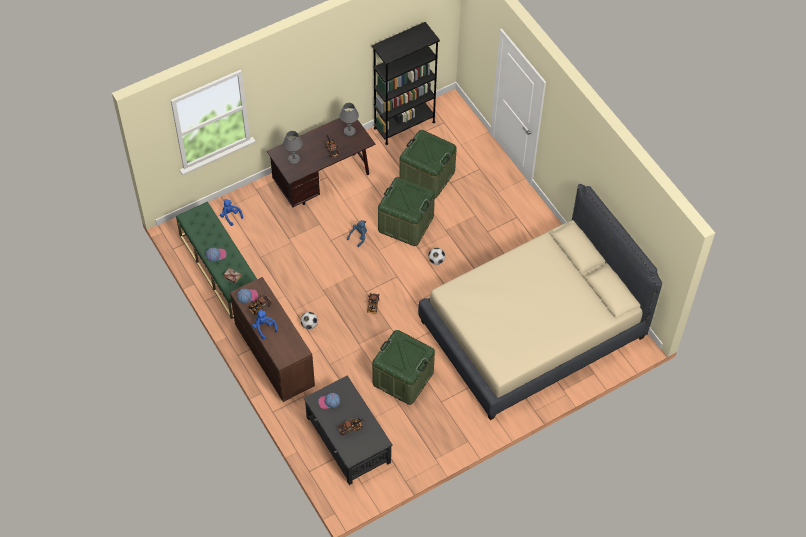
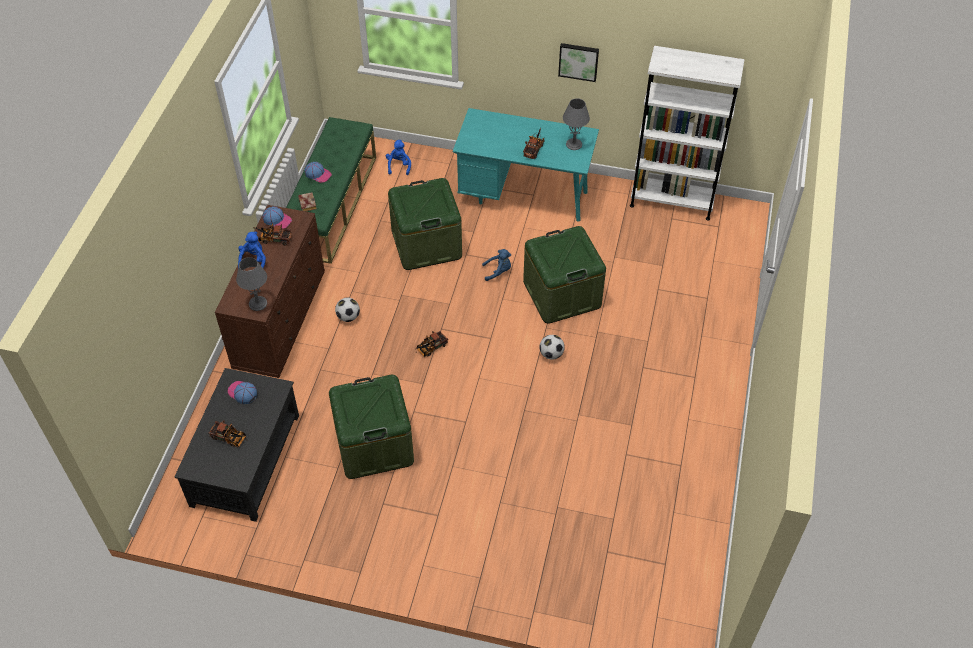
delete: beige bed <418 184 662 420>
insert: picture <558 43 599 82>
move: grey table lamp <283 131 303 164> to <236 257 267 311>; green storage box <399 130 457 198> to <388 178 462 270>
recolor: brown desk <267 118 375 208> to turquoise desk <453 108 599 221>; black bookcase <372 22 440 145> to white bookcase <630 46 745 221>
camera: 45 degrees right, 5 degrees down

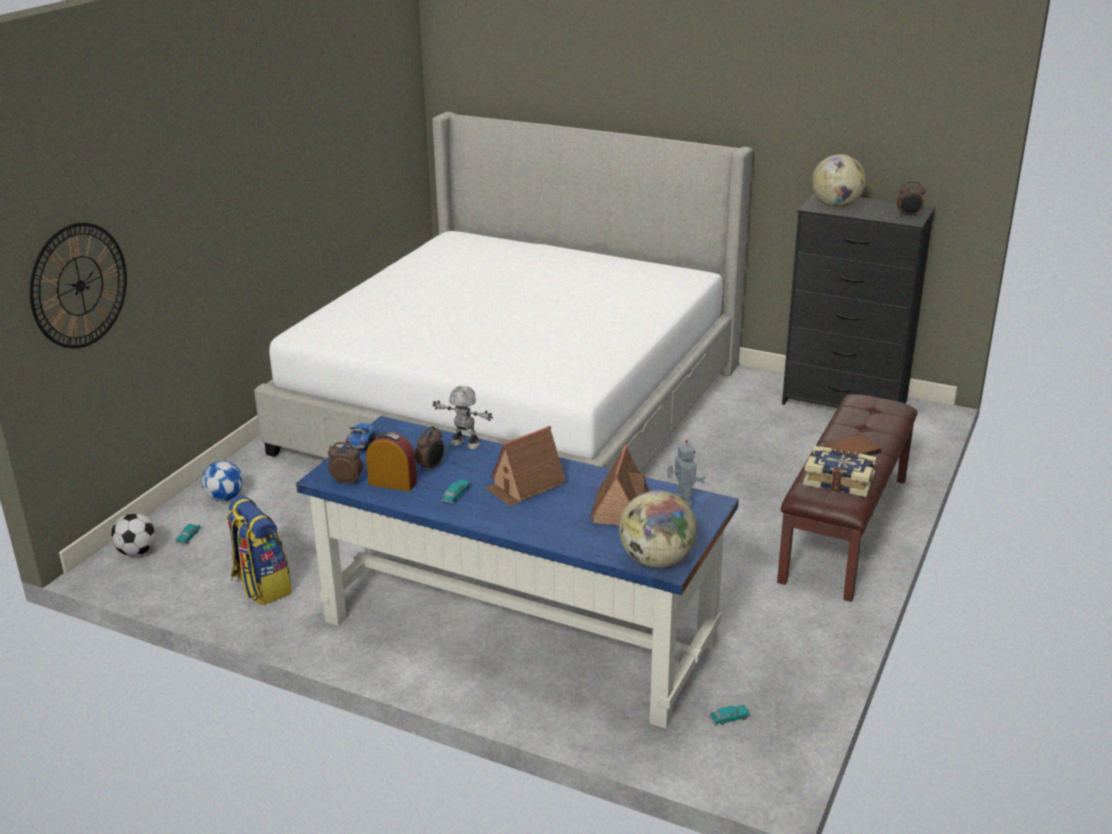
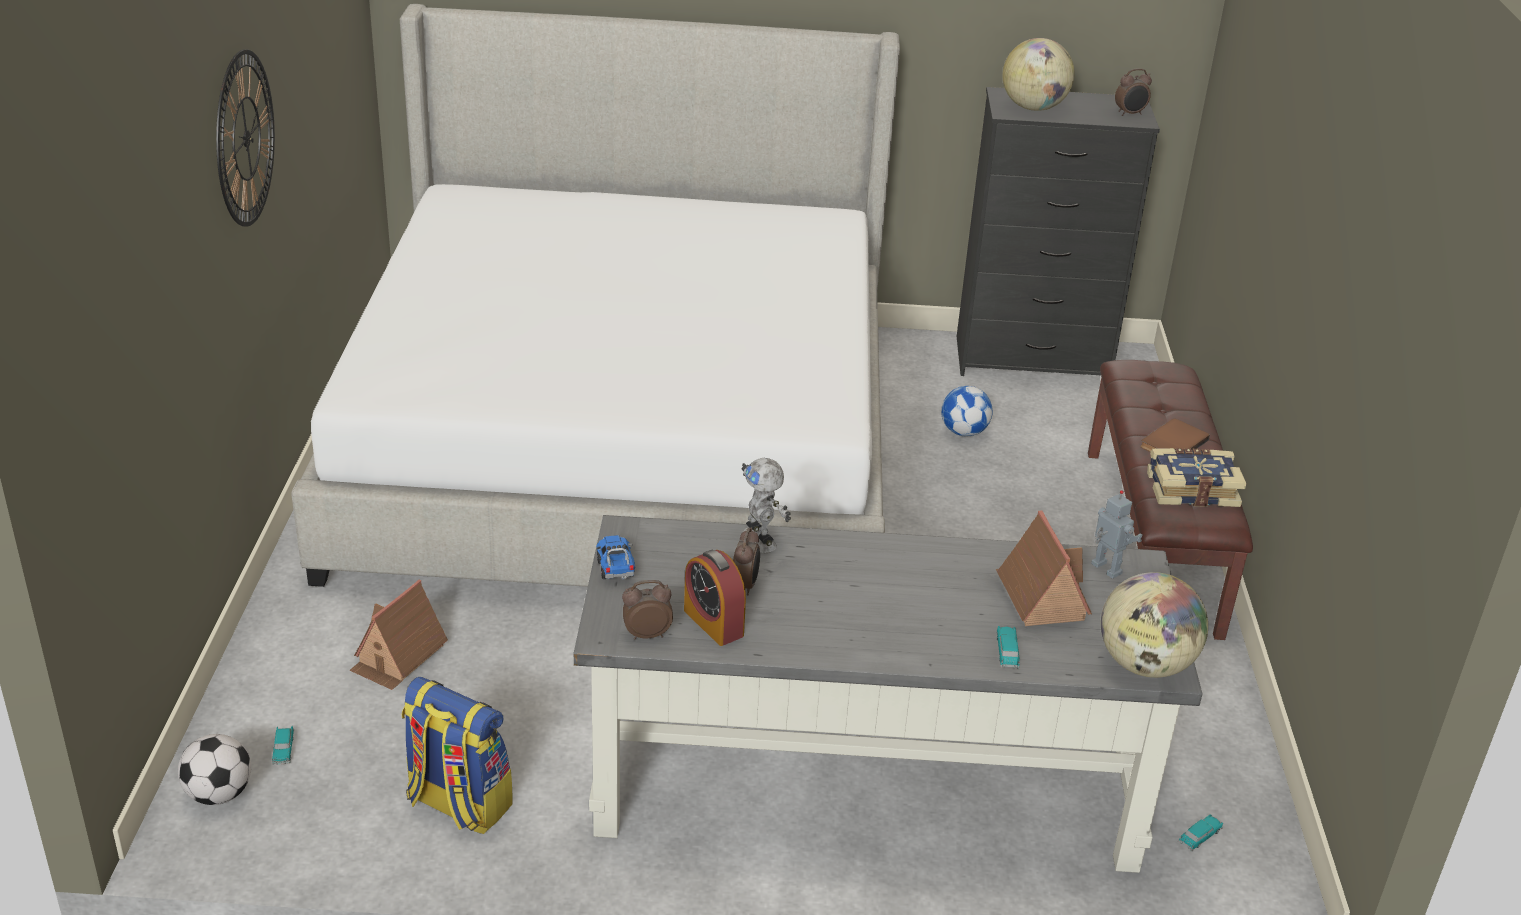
move: wall clock <30 223 127 349> to <216 49 275 227>; toy house <485 426 566 506> to <349 580 448 690>; football <201 461 243 501> to <941 386 993 436>; toy car <441 479 471 504> to <996 626 1020 669>
recolor: blue desk <296 416 739 729> to grey desk <574 515 1202 873>
rotate: alarm clock <366 432 417 492> = <684 550 746 646> 120 degrees counterclockwise; toy robot <433 386 493 450> = <742 458 791 553> 120 degrees counterclockwise
camera: 25 degrees left, 5 degrees up

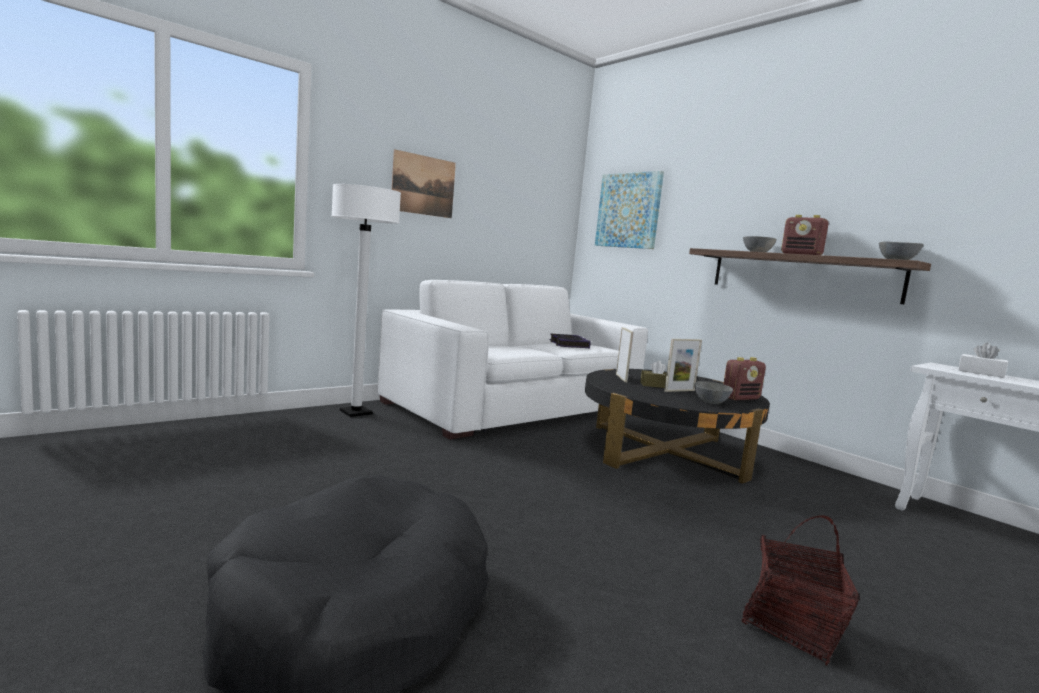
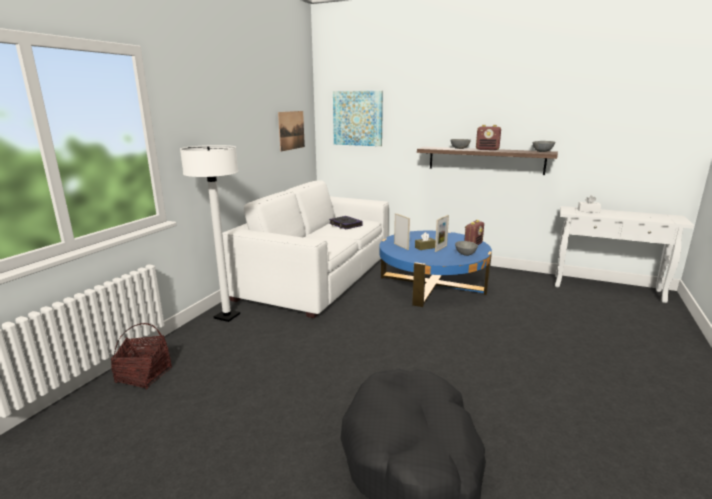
move: basket <742 515 860 665> to <111 323 172 389>; picture <392 149 456 218> to <278 111 305 152>
recolor: black coffee table <585 369 770 484> to blue coffee table <379 231 492 307>
camera: 25 degrees left, 10 degrees up

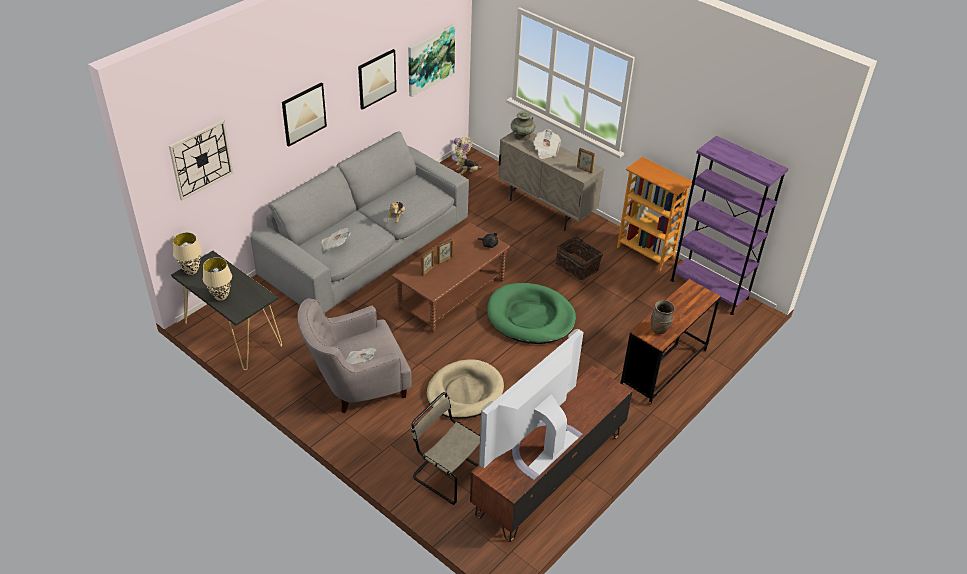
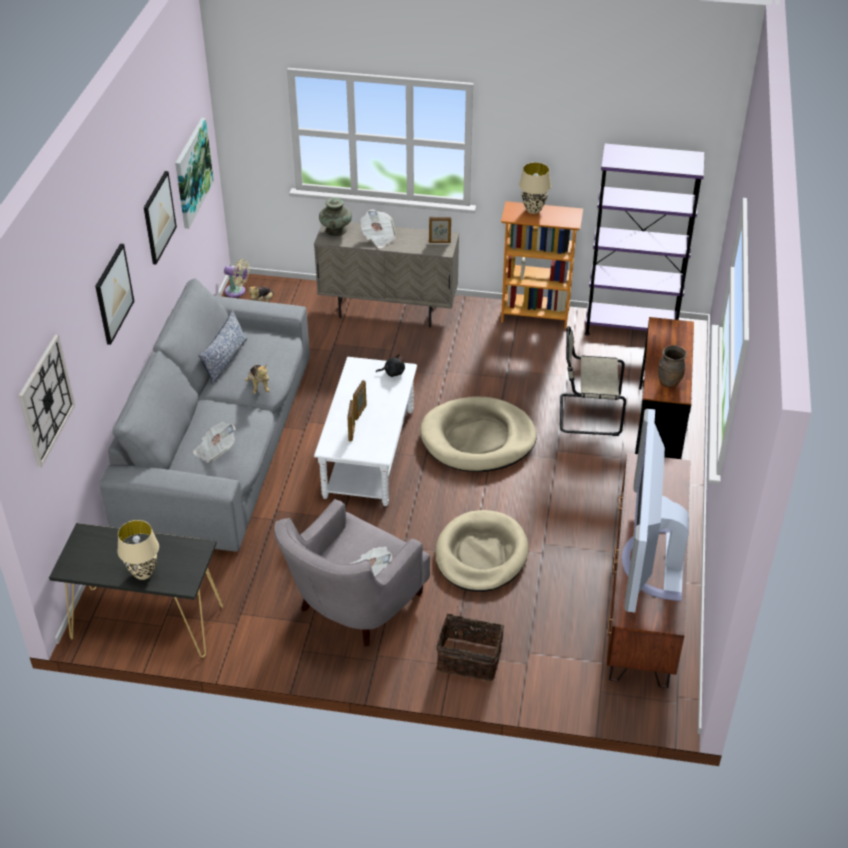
insert: pillow <199 310 248 386>
move: basket <555 236 603 280> to <436 606 504 681>; beige table lamp <173 232 202 275> to <519 162 551 214>; beige chair <411 392 480 505> to <560 326 626 436>
recolor: brown coffee table <392 223 510 332> to white coffee table <314 357 417 506>; green dog bed <487 283 576 344> to beige dog bed <420 396 537 472>
camera: 30 degrees left, 0 degrees up

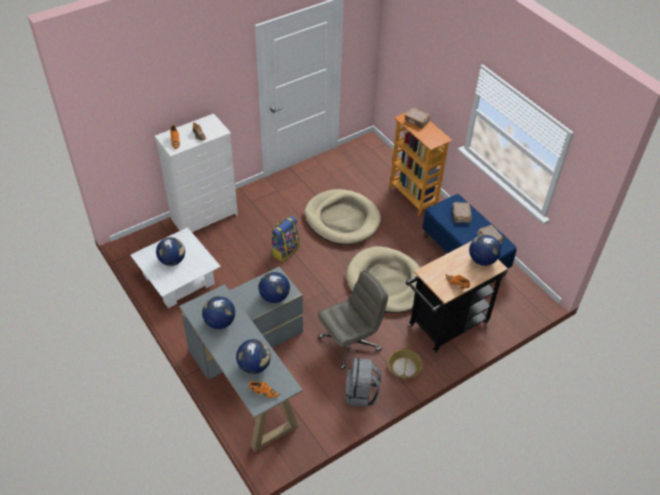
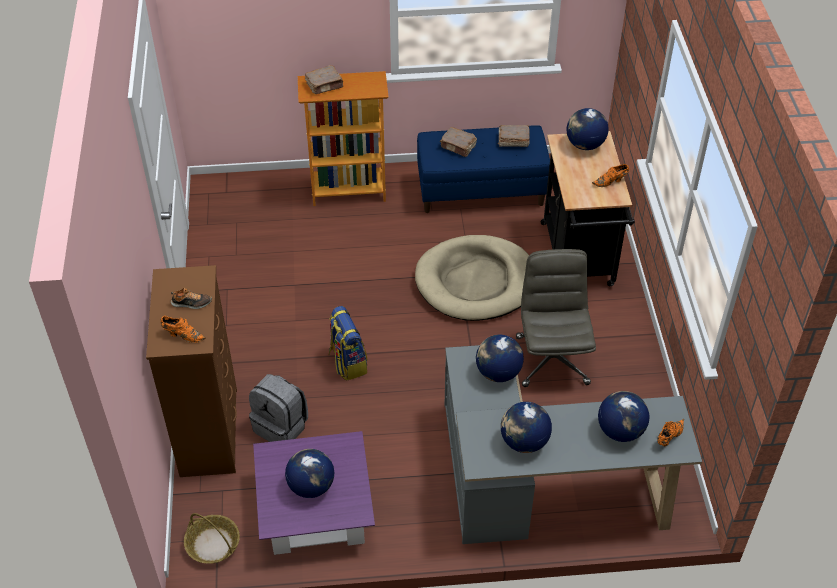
delete: beige dog bed <304 189 381 245>
move: basket <388 344 423 379> to <184 513 240 564>; grey backpack <346 358 381 407> to <249 374 308 442>
recolor: white dresser <155 114 238 232> to brown dresser <146 265 237 477>; white coffee table <130 227 221 308> to purple coffee table <253 431 375 555>
camera: 60 degrees left, 0 degrees up

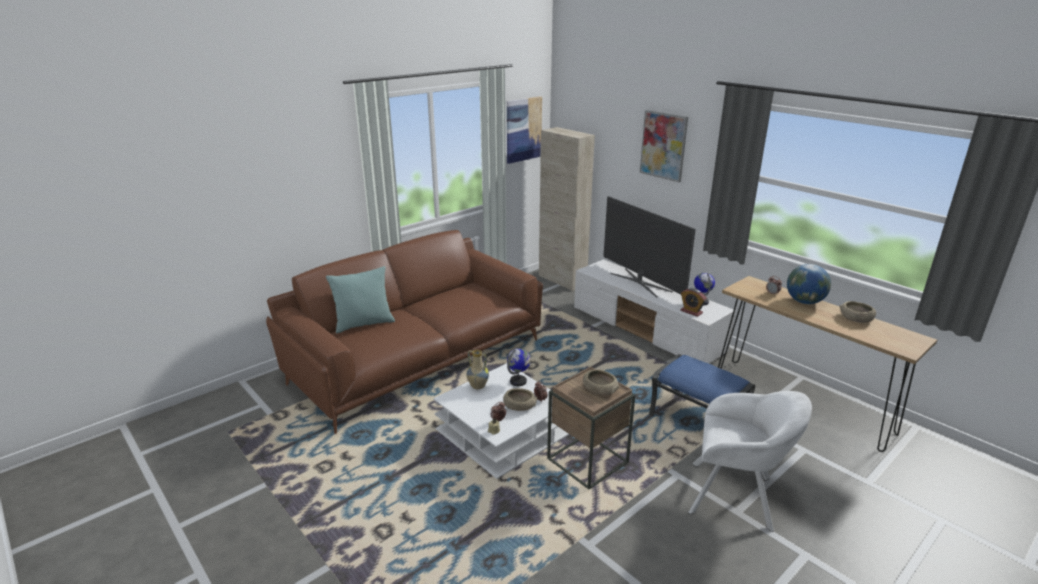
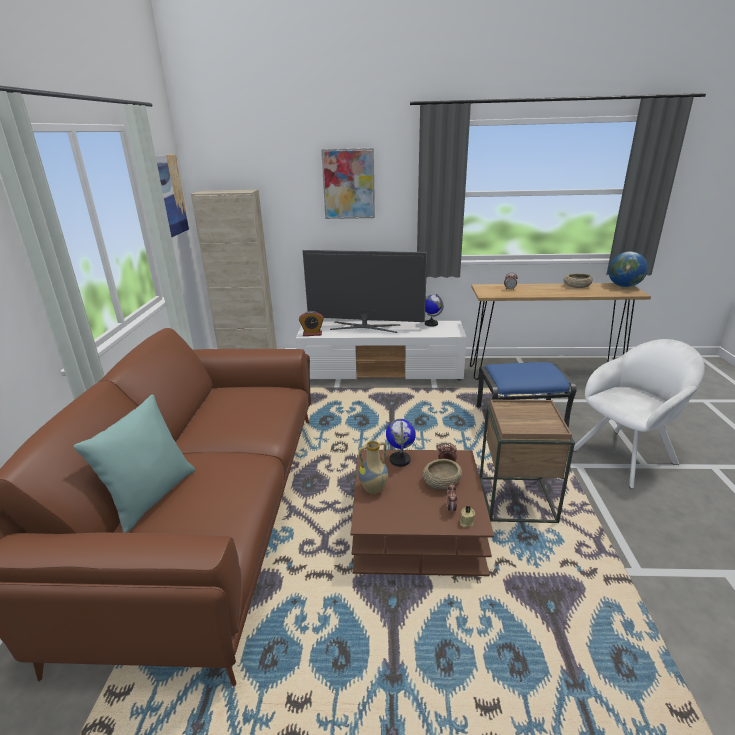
delete: beige bowl <583 369 619 395>
move: alarm clock <681 288 707 317> to <299 311 324 336>; globe <787 264 831 304> to <608 251 648 287>
recolor: white coffee table <433 363 569 479> to brown coffee table <351 450 494 576>
camera: 45 degrees left, 0 degrees up

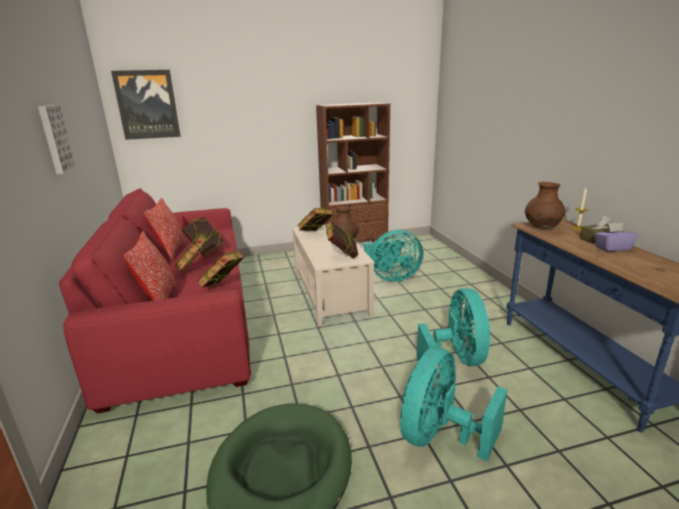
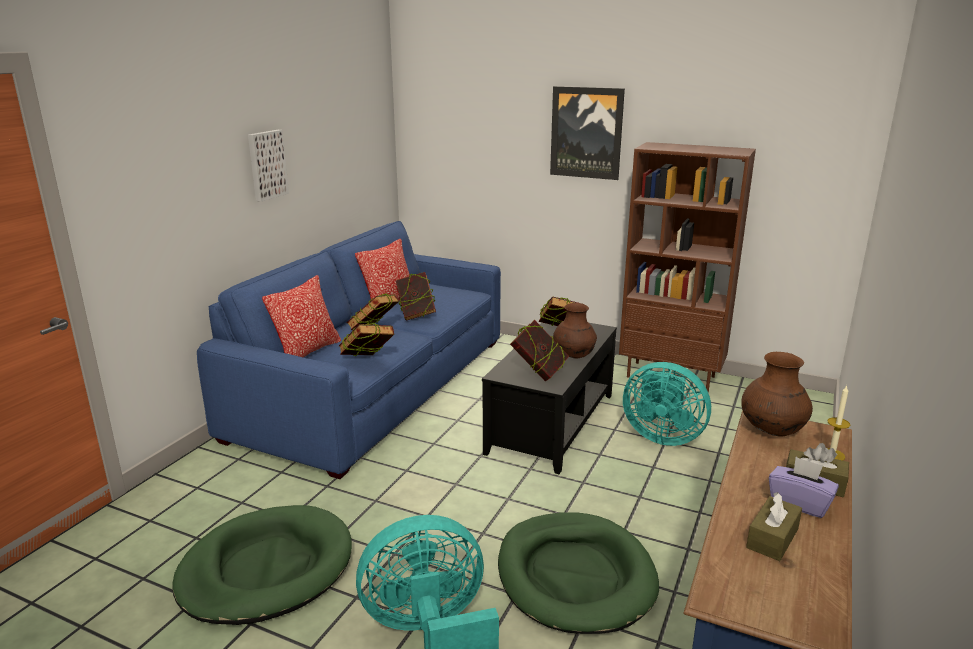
insert: brown tissue box <746 492 802 561>
move: picture <111 70 181 140> to <550 86 625 180>
replace: turquoise fan <417 288 490 366> to green dog bed <498 512 659 634>
recolor: red sofa <59 188 251 413> to blue sofa <197 221 501 479>; beige coffee table <292 224 374 326> to black coffee table <482 323 617 474>
camera: 40 degrees right, 0 degrees up

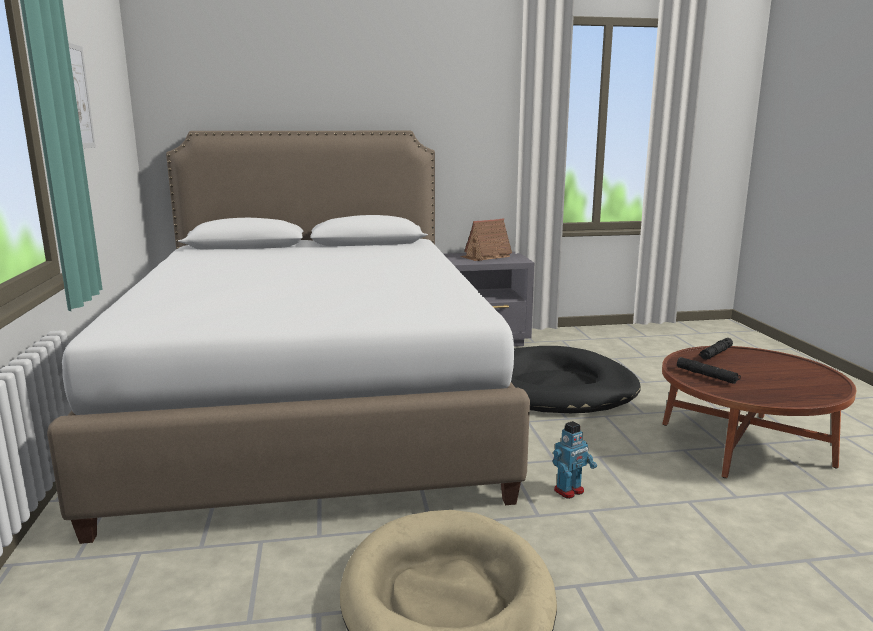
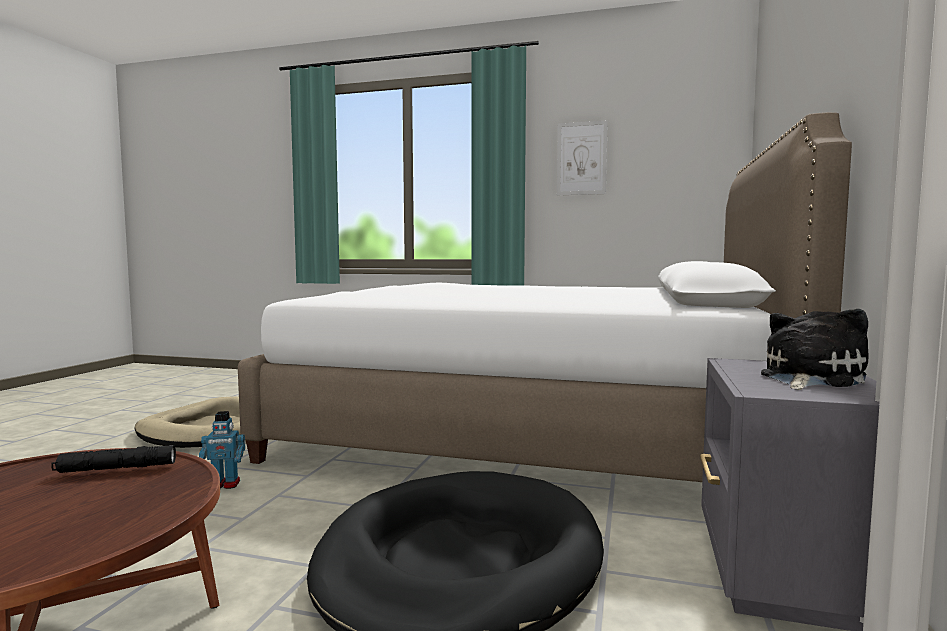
delete: black flashlight <699 338 733 360>
replace: toy house <460 218 512 261> to plush toy <761 309 868 390>
rotate: toy robot <553 421 597 499> = <199 411 245 489> 90 degrees counterclockwise
camera: 115 degrees right, 10 degrees down

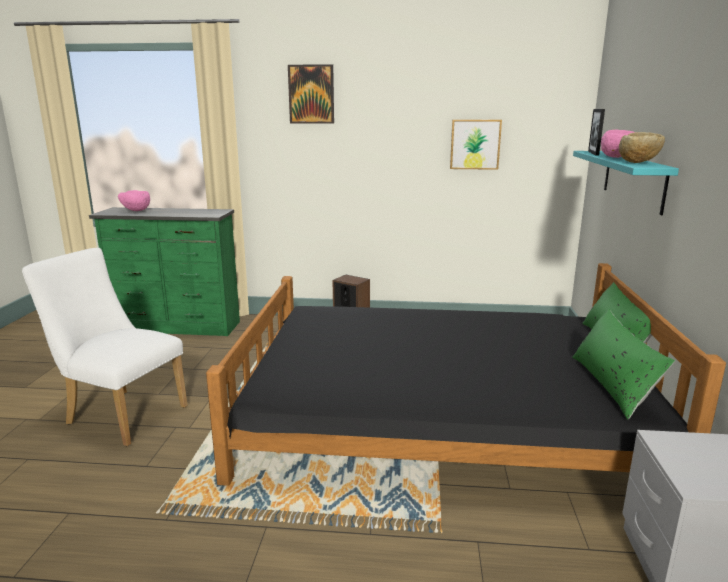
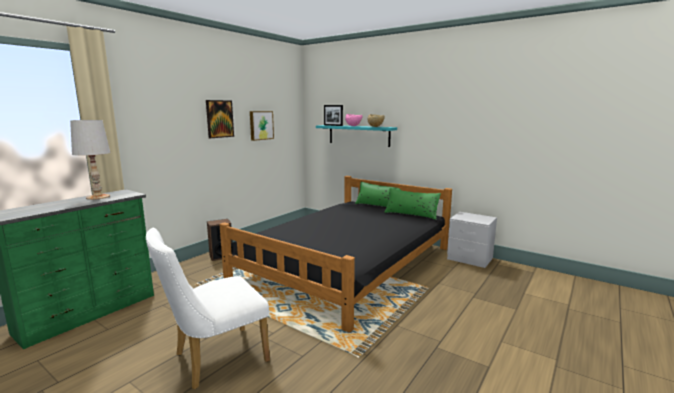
delete: pink bowl <118 190 150 211>
insert: white table lamp <70 120 111 200>
move: picture <288 64 334 124> to <206 100 234 138>
camera: 60 degrees left, 5 degrees down

